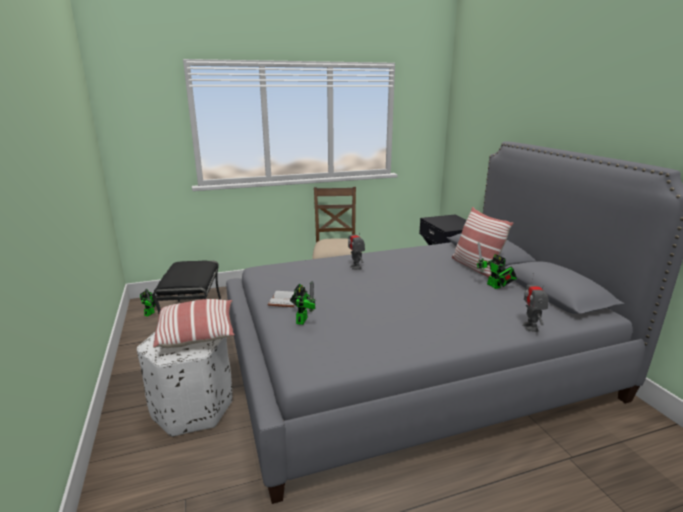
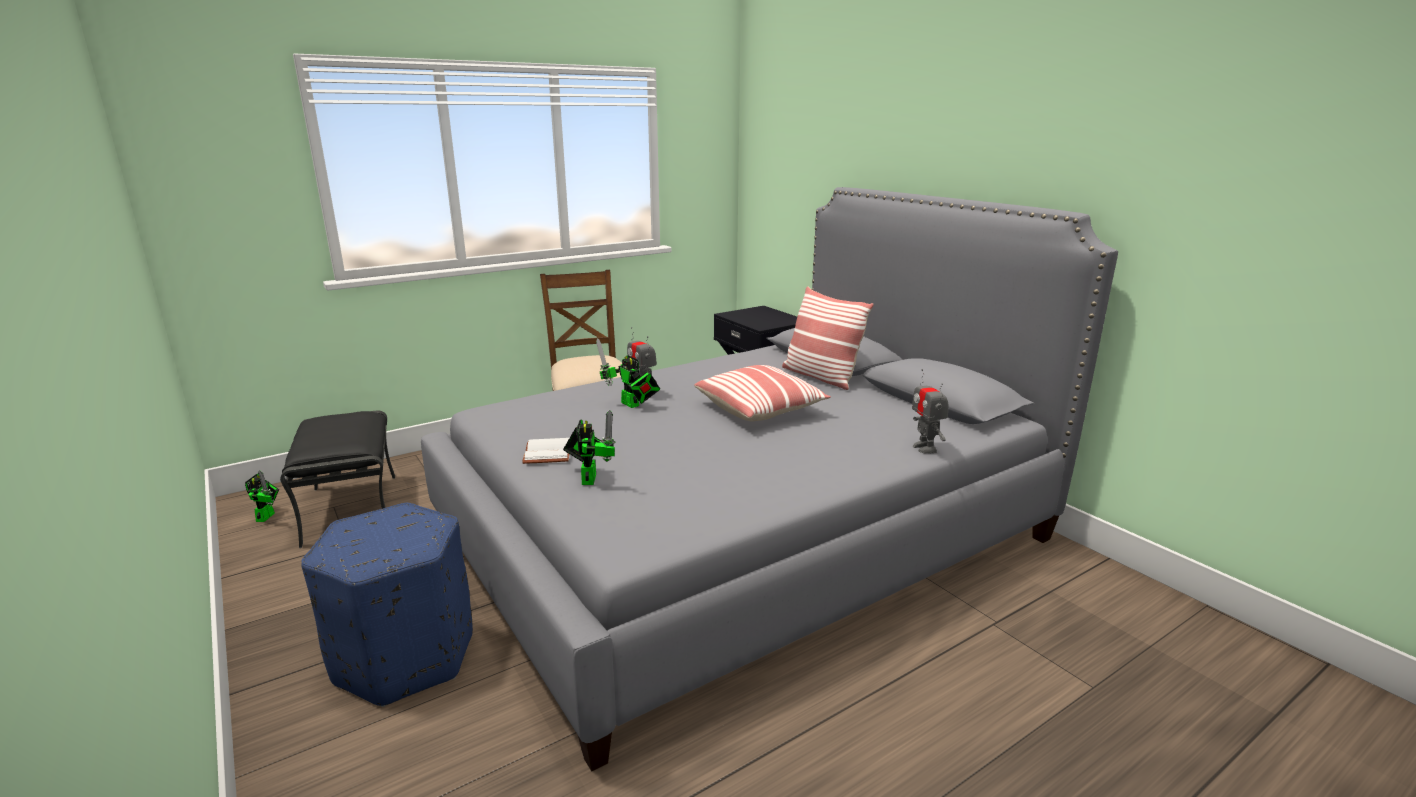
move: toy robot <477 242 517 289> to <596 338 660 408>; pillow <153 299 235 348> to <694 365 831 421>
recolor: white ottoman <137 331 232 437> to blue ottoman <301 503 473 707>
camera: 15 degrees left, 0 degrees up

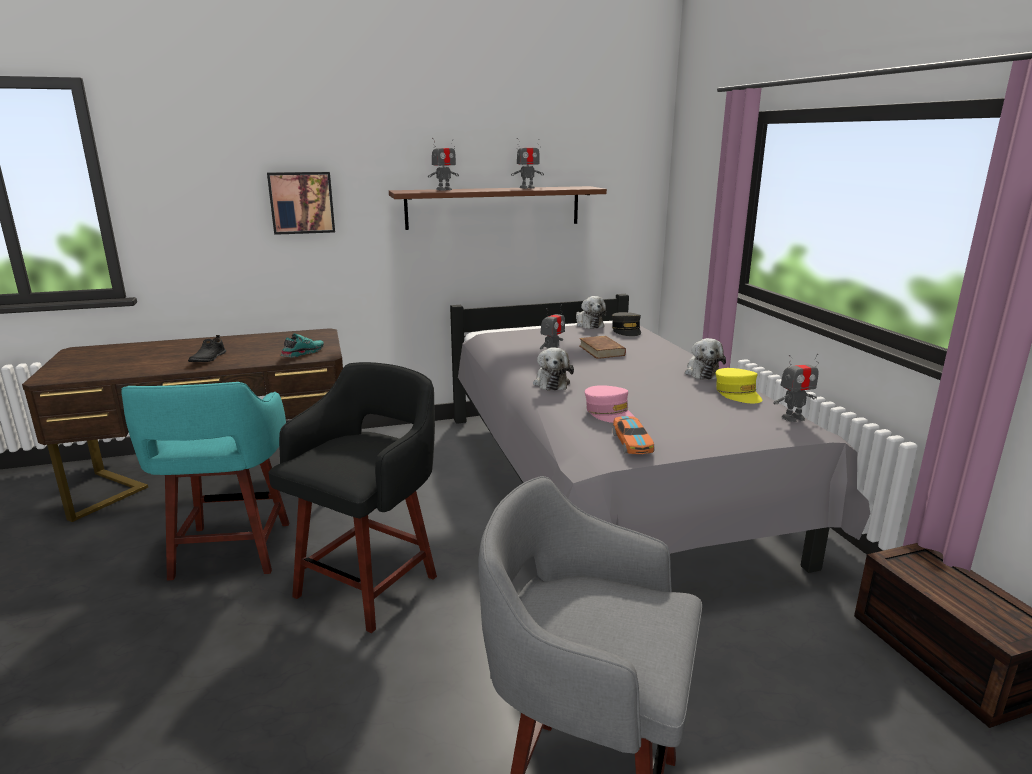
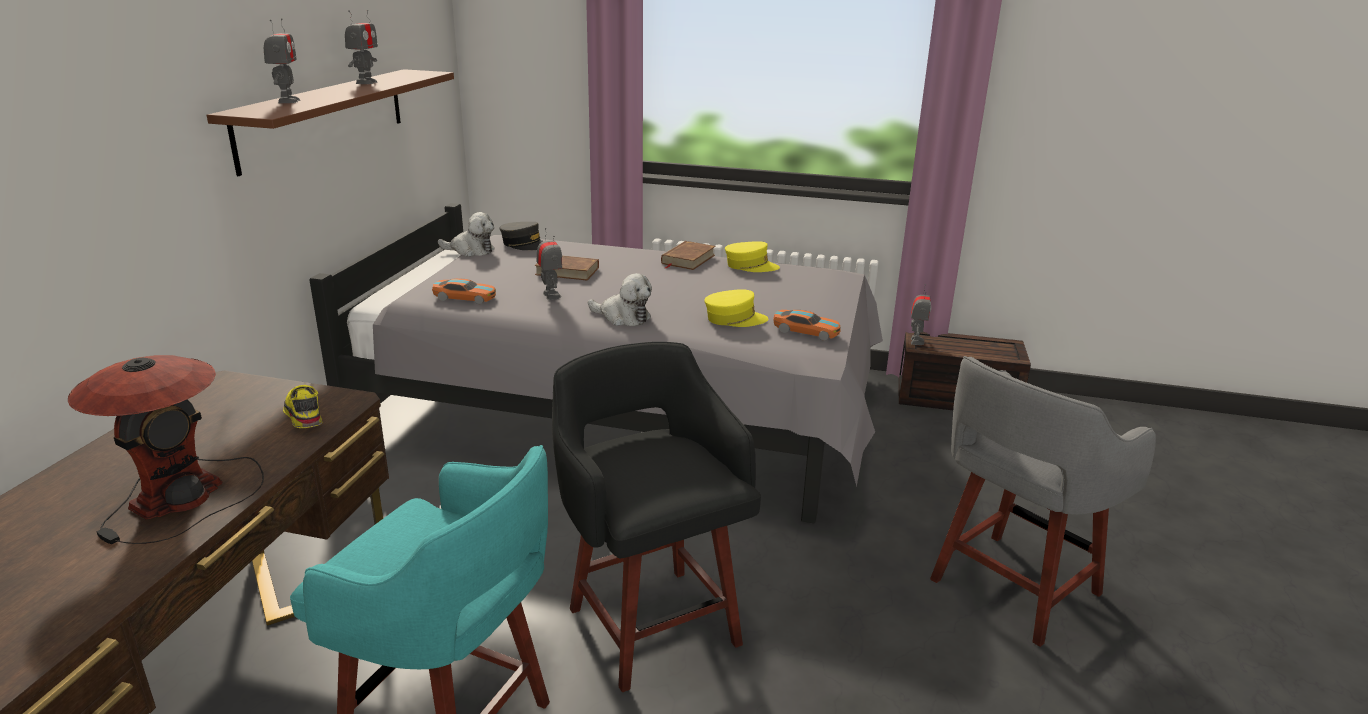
delete: picture <267 172 335 235>
insert: toy car <432 278 496 304>
move: toy robot <773 353 818 422> to <911 284 931 345>
replace: black shoe <188 335 226 362> to table lamp <68 355 264 544>; plush toy <685 338 726 380> to brown book <661 241 716 270>
recolor: turquoise shoe <281 334 324 357> to yellow shoe <283 385 322 428>; pink cap <585 385 635 423> to yellow cap <704 289 769 327>
camera: 60 degrees left, 5 degrees up

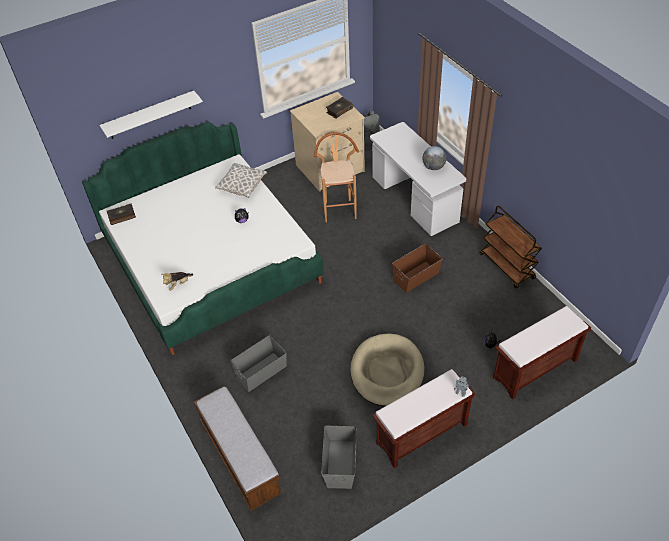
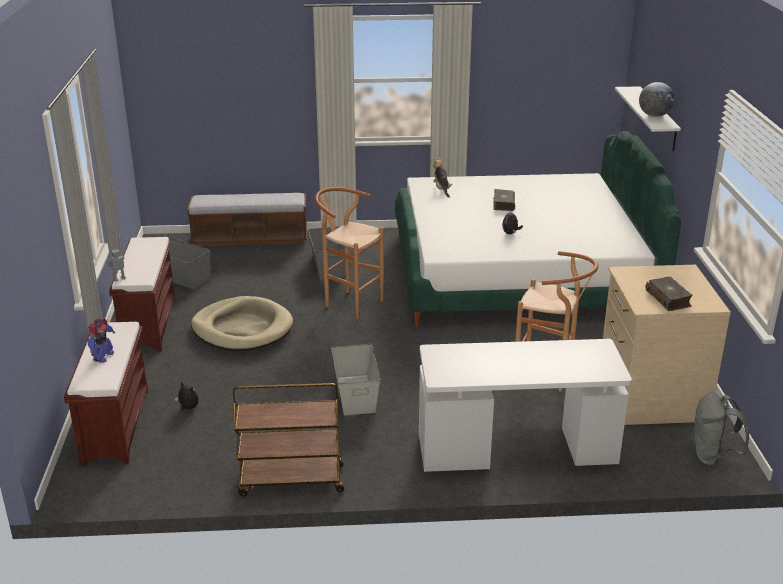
delete: pillow <215 163 267 198>
insert: toy robot <88 318 115 363>; brown stool <315 187 384 319>
move: book <107 204 136 225> to <493 189 515 211>; globe <422 146 447 170> to <639 82 674 117>
recolor: brown storage box <392 244 443 293> to grey storage box <331 344 381 415>
camera: 115 degrees right, 20 degrees down

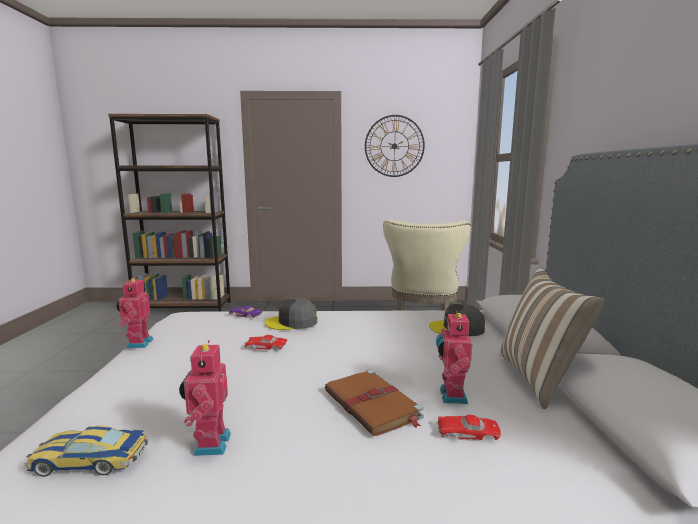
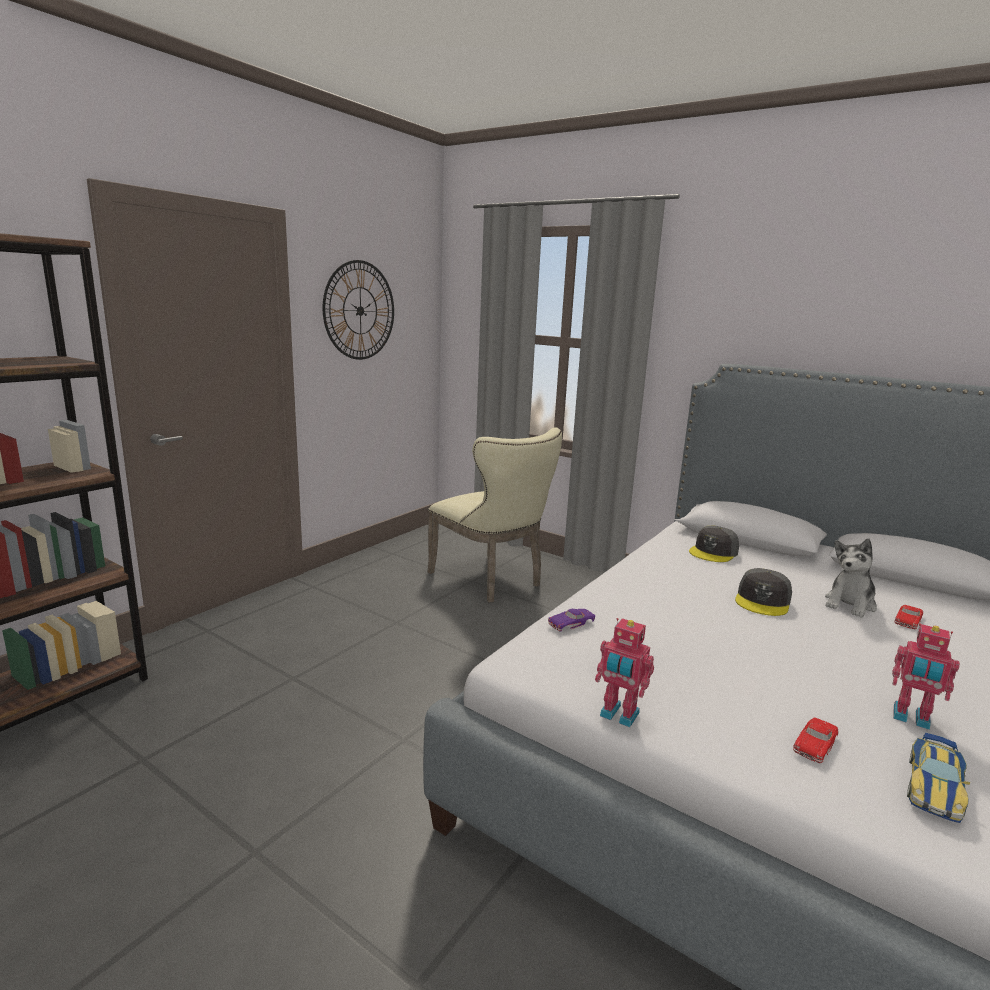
delete: brown book <325 369 424 436>; pillow <499 268 605 409>
move: grey cap <265 298 317 330> to <735 568 792 616>; red toy car <245 335 287 350> to <793 718 839 763>
replace: toy robot <436 310 472 404> to plush toy <825 538 877 618>
camera: 55 degrees left, 5 degrees up

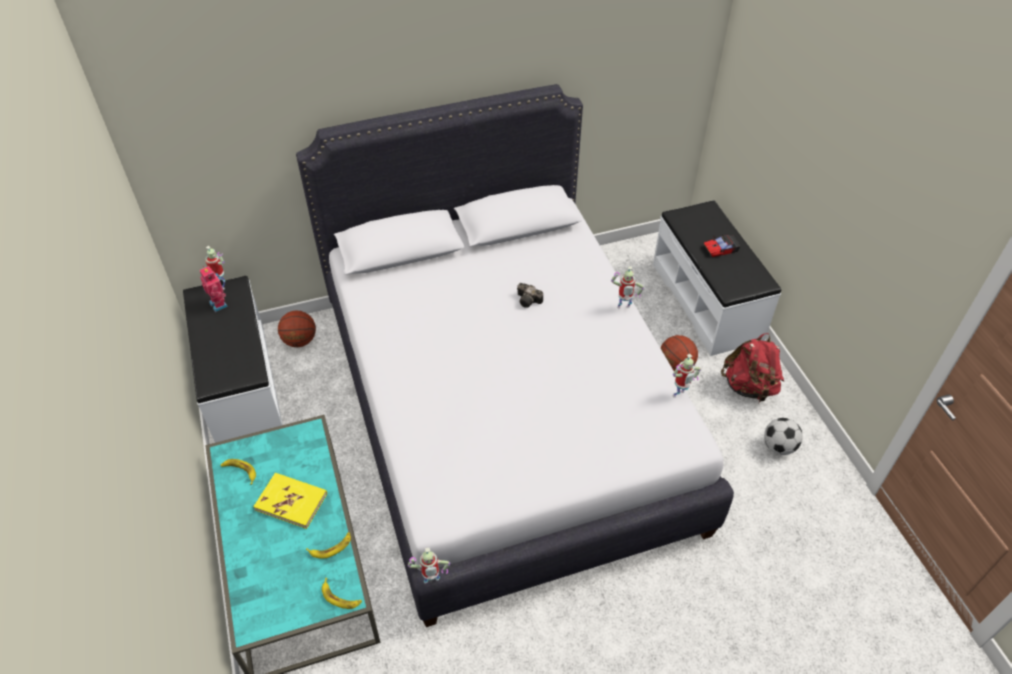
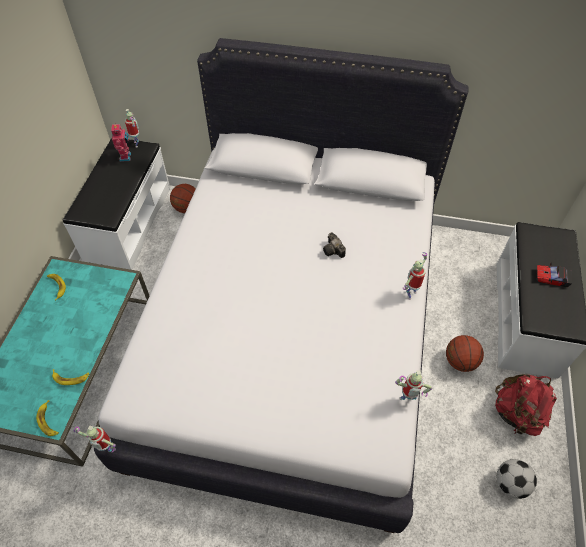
delete: yellow book <253 473 327 529>
rotate: toy robot <611 266 644 308> = <403 252 427 300> 105 degrees clockwise
camera: 30 degrees right, 5 degrees up

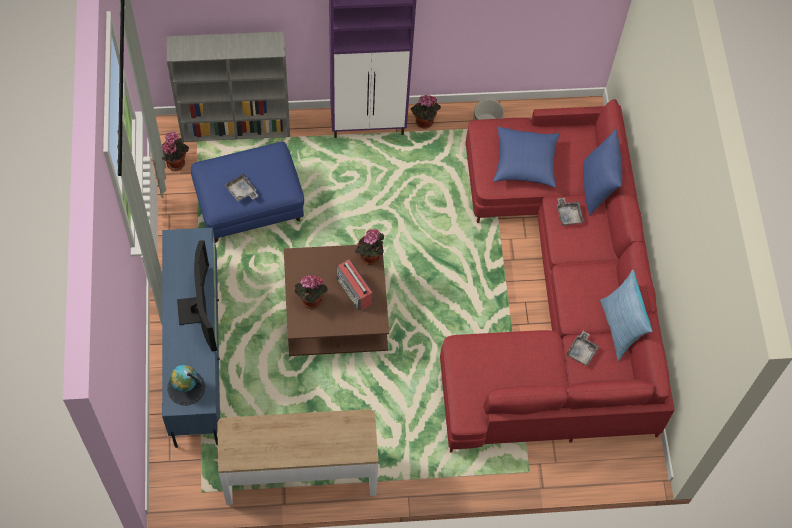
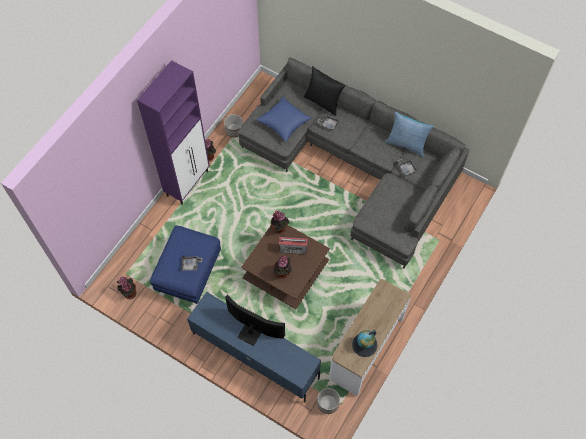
delete: grey bookcase <167 32 290 142>
insert: planter <317 388 340 414>
move: globe <167 365 205 405> to <352 330 378 357>
recolor: red sofa <440 99 675 453> to grey sofa <238 58 470 269>; blue pillow <583 129 622 216> to black pillow <304 66 345 116>
camera: 50 degrees left, 0 degrees up

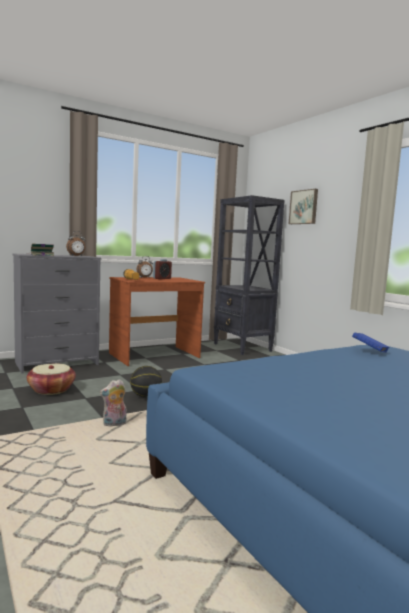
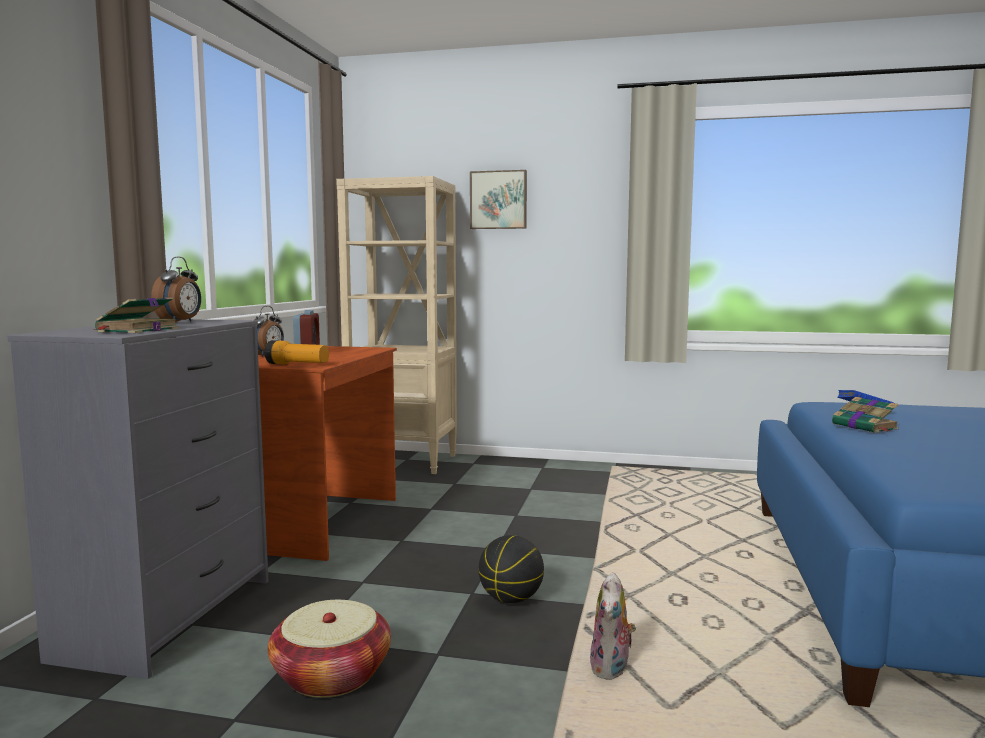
insert: book <832 397 899 433>
recolor: black bookcase <214 195 284 355> to beige bookcase <336 176 457 474>
camera: 45 degrees left, 0 degrees up

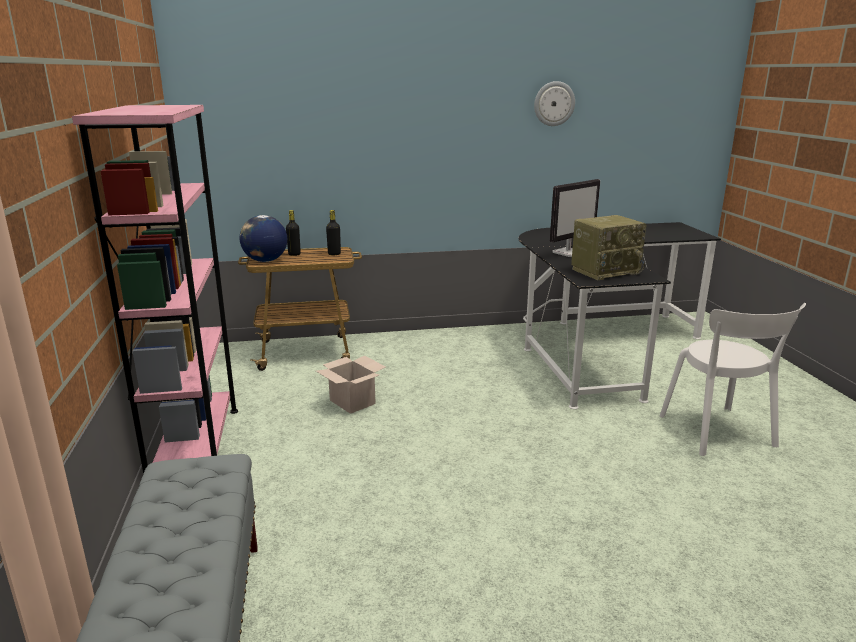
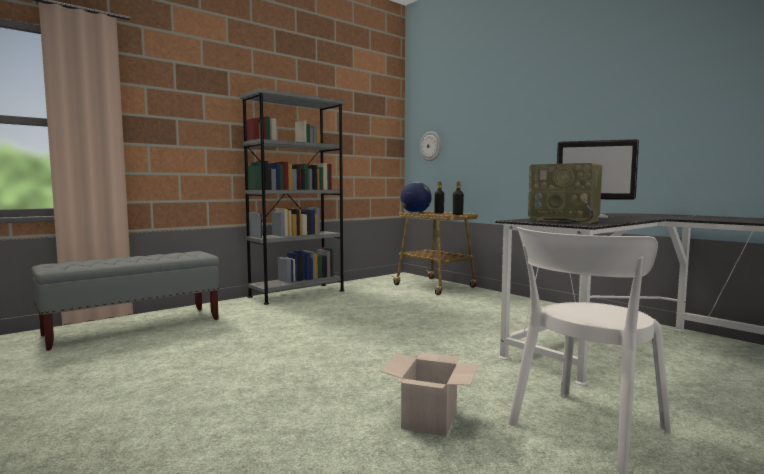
move: cardboard box <316 356 386 414> to <380 352 479 437>; wall clock <534 81 575 126> to <420 131 441 161>
recolor: pink bookcase <72 105 238 474> to grey bookcase <240 88 345 305>
camera: 60 degrees right, 15 degrees down

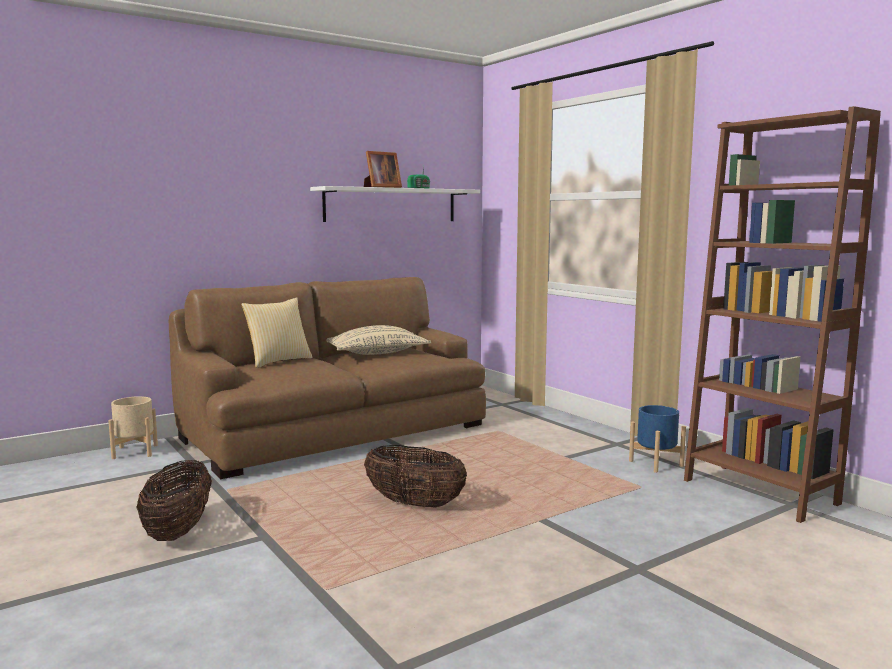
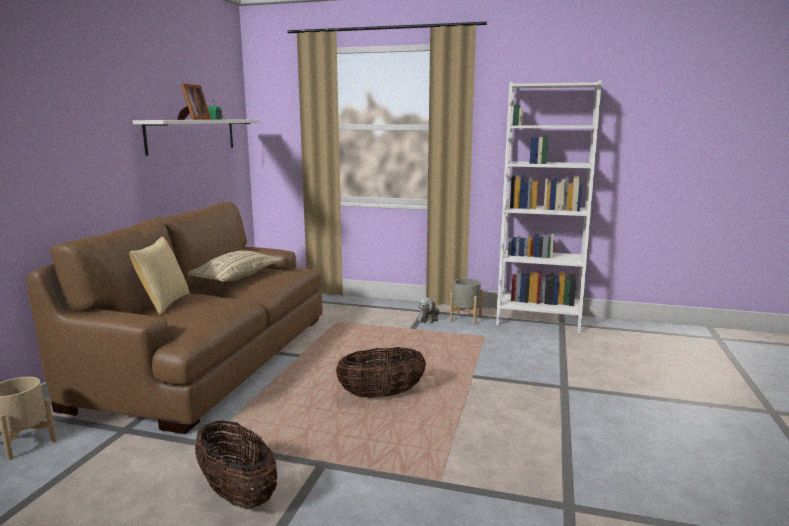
insert: plush toy <417 297 439 324>
recolor: blue planter <629 405 686 473> to grey planter <450 278 483 325>; brown bookcase <684 106 881 523> to white bookcase <496 80 602 333>
camera: 40 degrees left, 5 degrees up

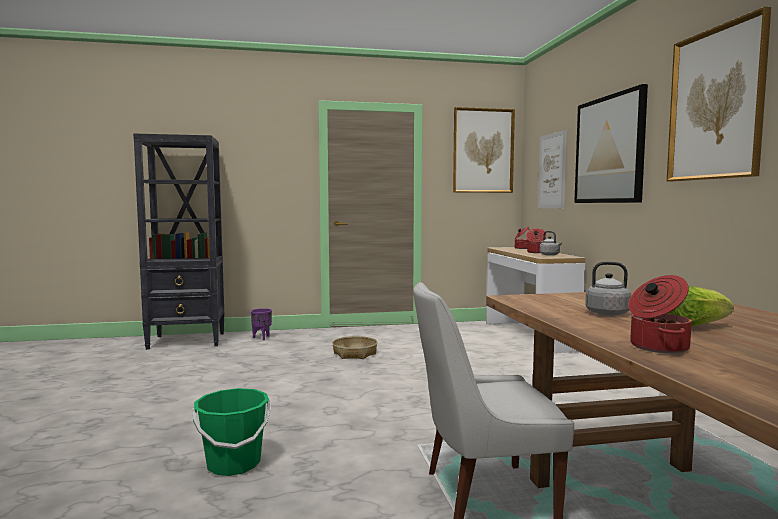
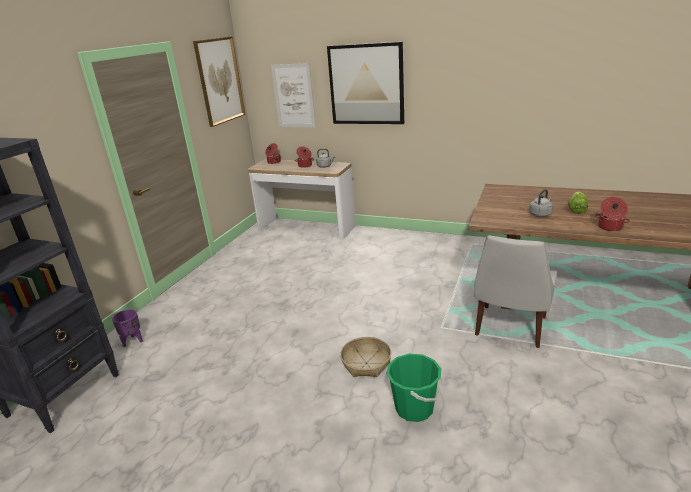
delete: picture <667 7 771 182>
move: basket <332 336 378 359> to <340 337 391 377>
camera: 55 degrees left, 20 degrees up

